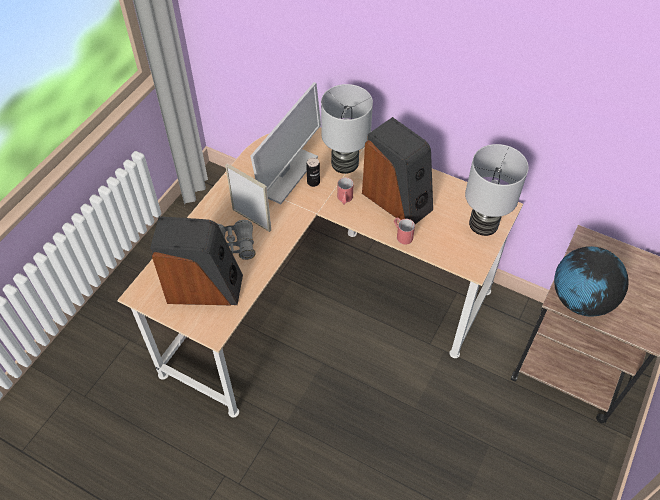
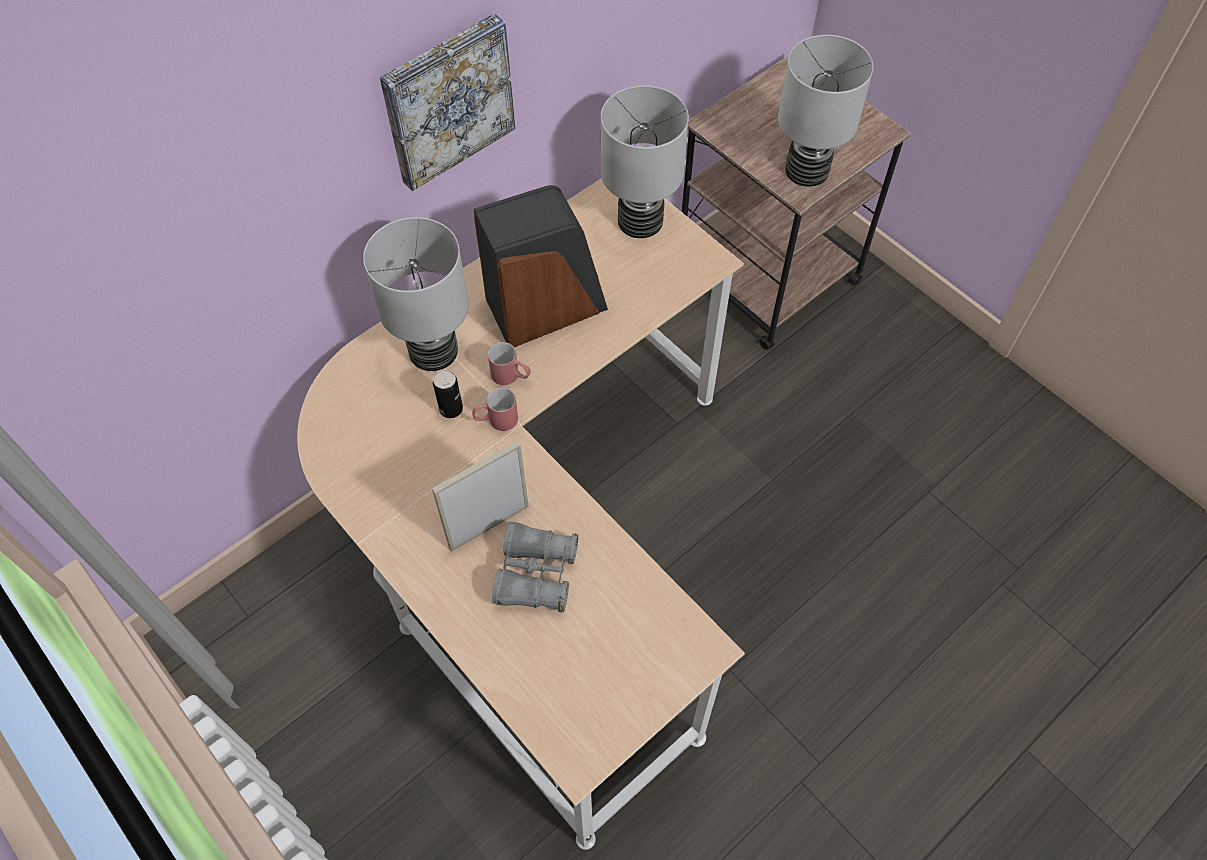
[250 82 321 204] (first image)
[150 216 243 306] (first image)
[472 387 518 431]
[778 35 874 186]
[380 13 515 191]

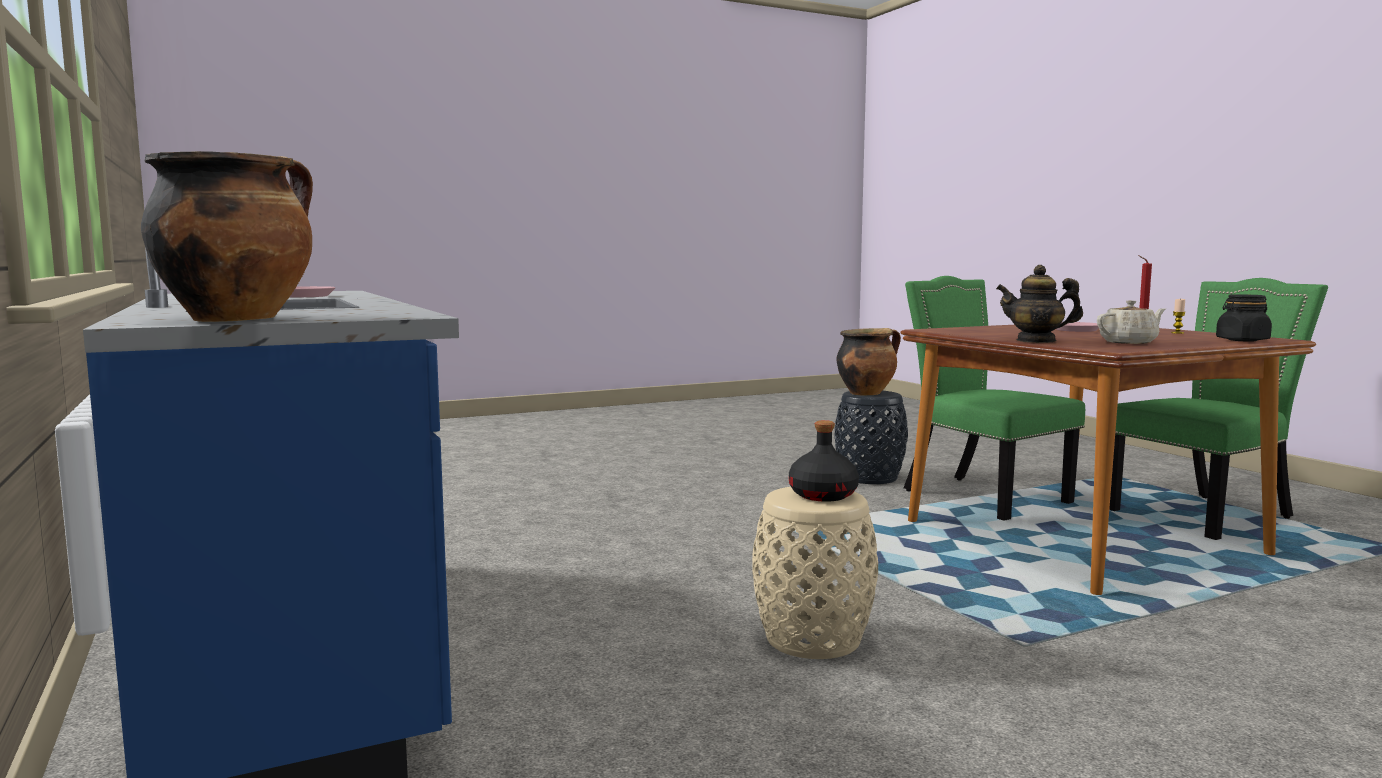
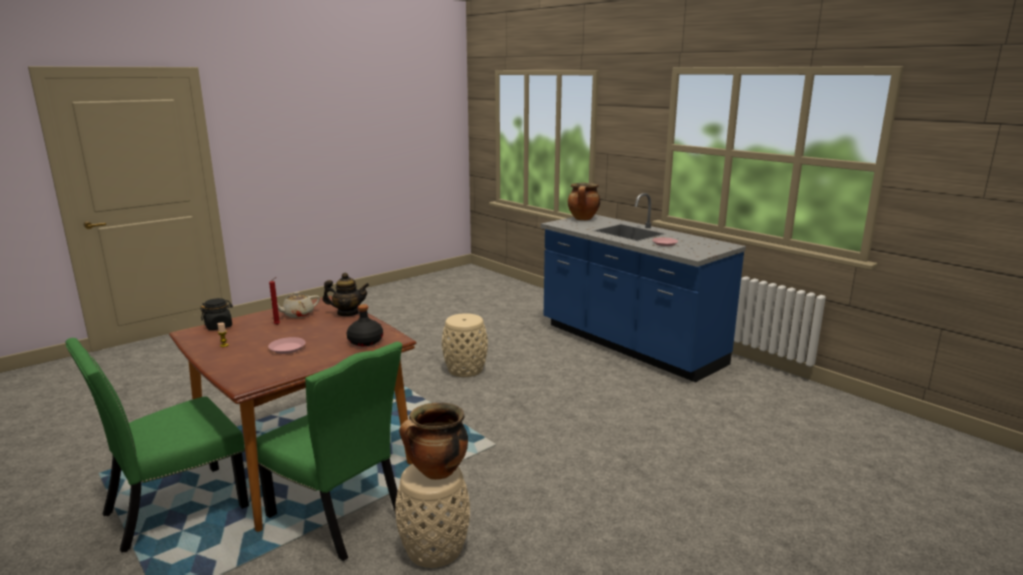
[395 464 470 568]
[347 304 383 346]

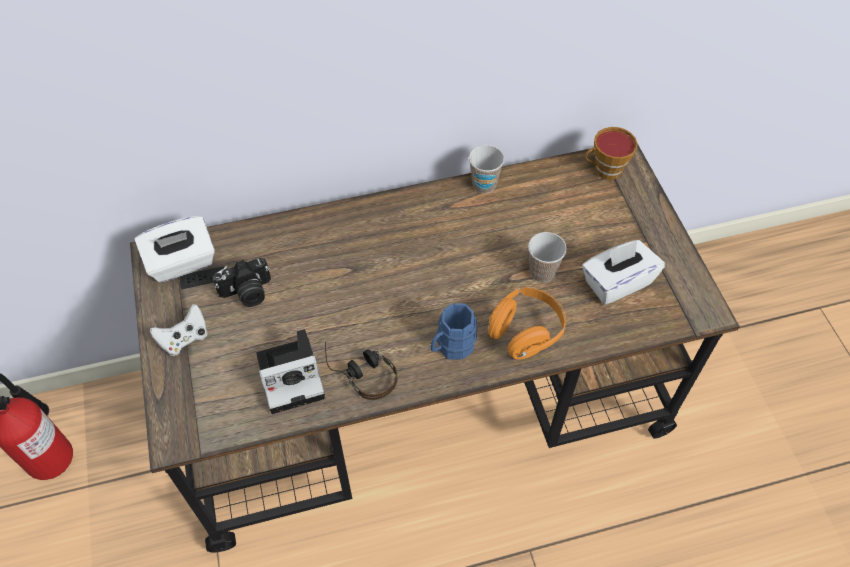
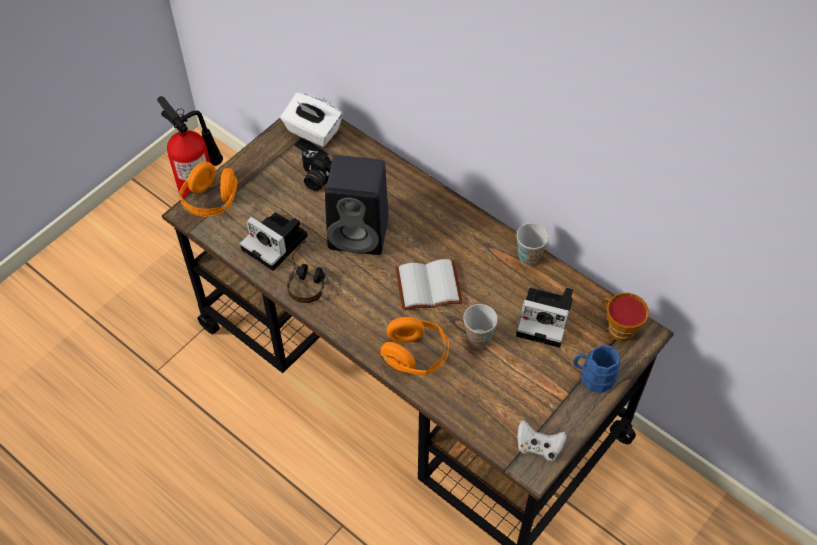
[582 240 665 305] (first image)
[573 345 620 393]
[517 420 567 461]
[325 155 389 255]
[179 162 238 217]
[396 259 462 311]
[516 288 573 348]

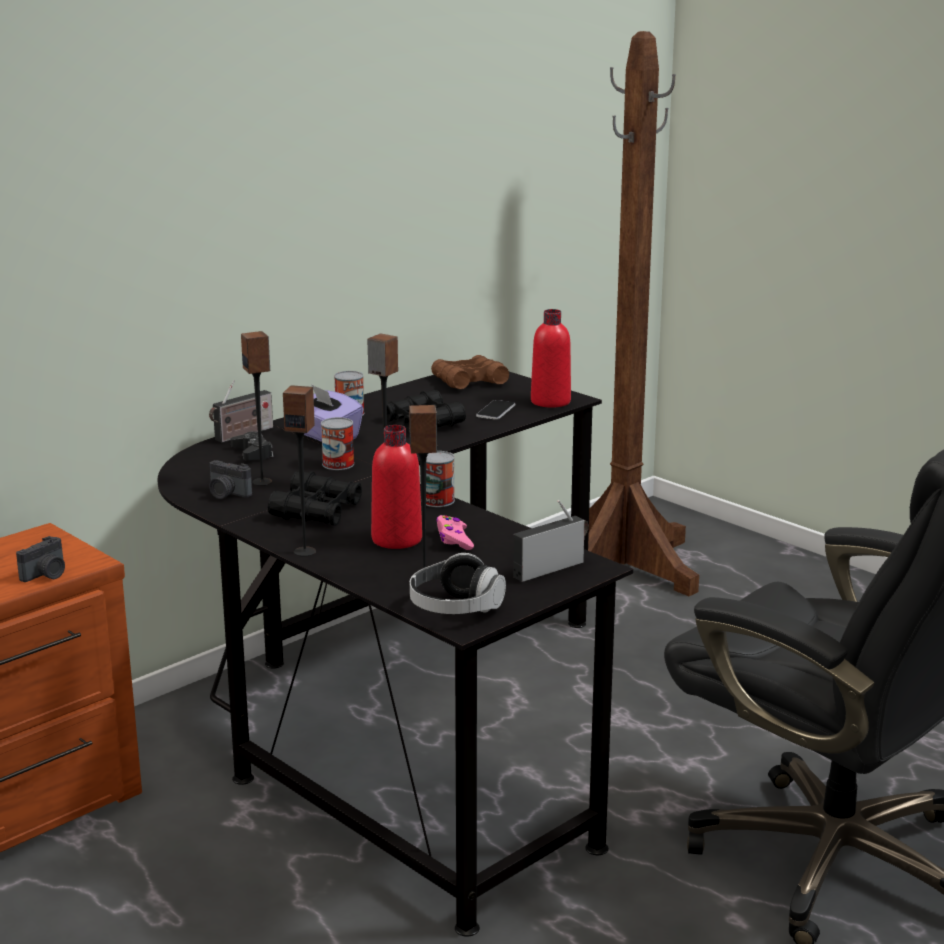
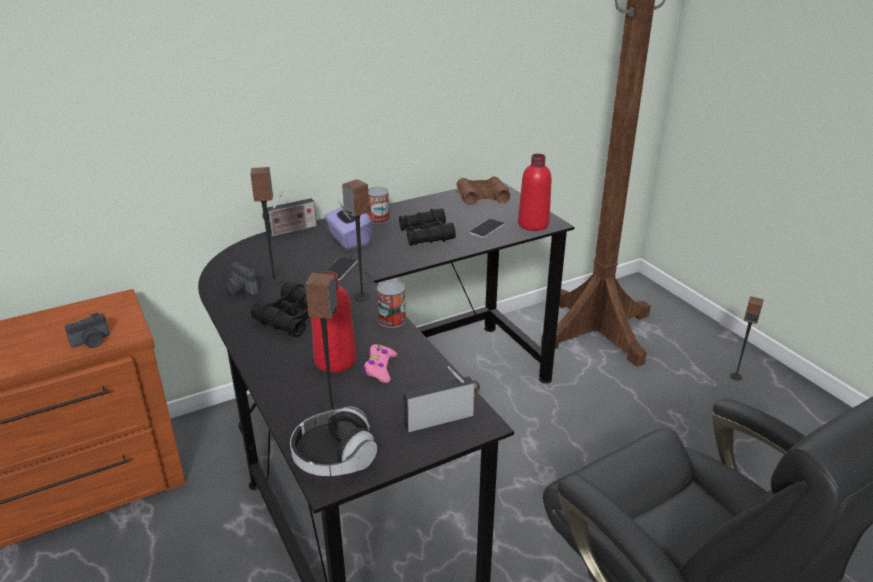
[730 296 764 380]
[325 257 358 281]
[230 431 273 460] (first image)

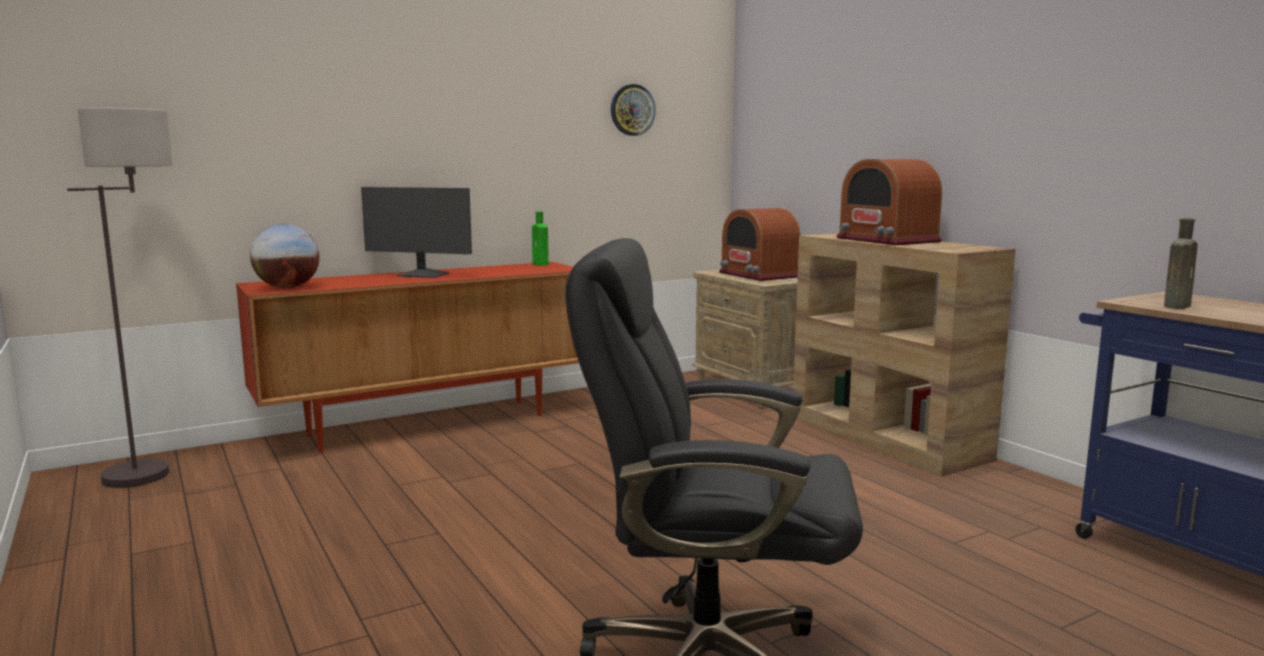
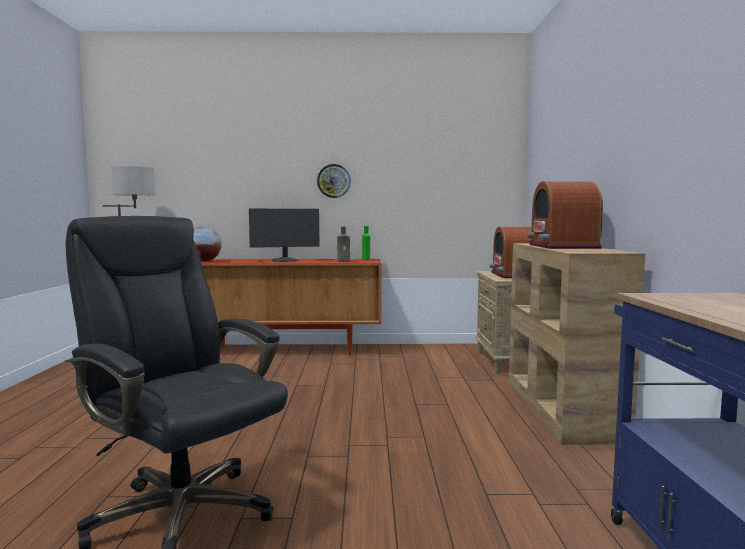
[317 164 351 198]
[249 209 320 262]
[337 226 350 262]

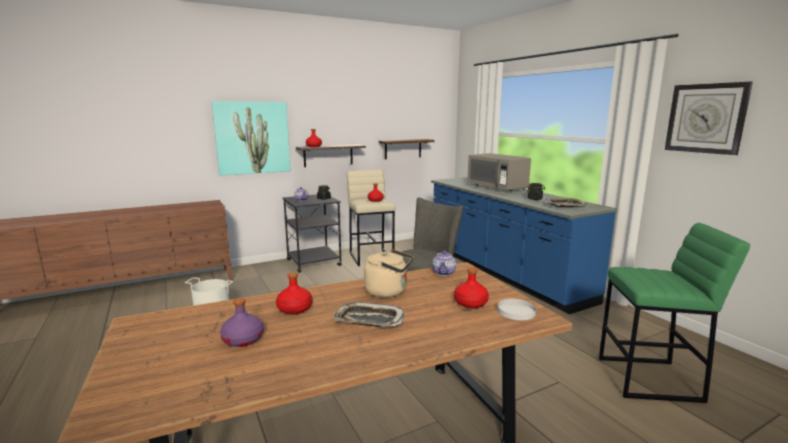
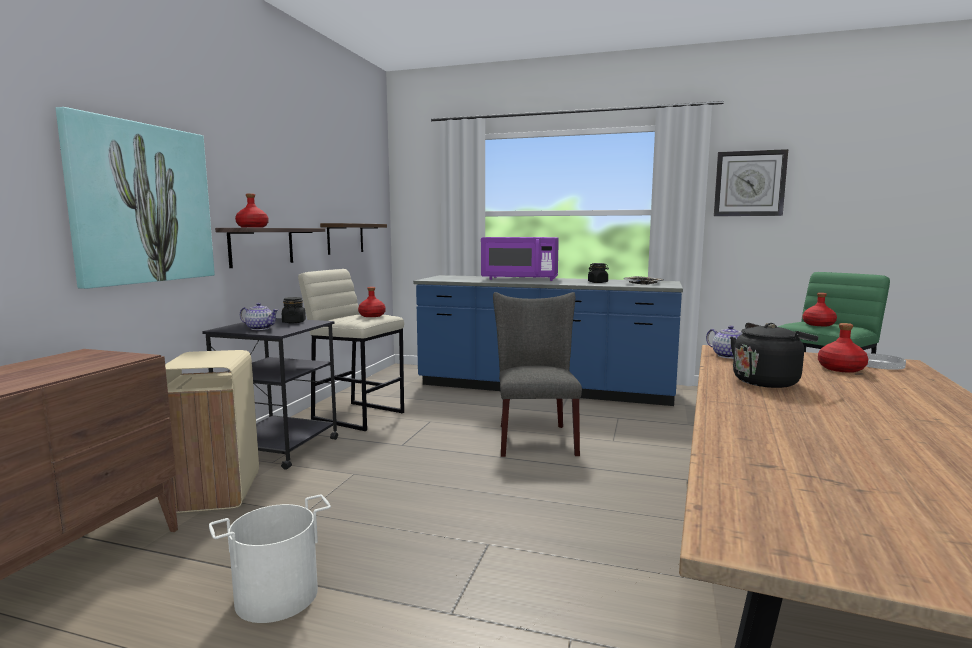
[481 237 559 281]
[730 323 818 388]
[802 293 837 326]
[220 298 264 347] (first image)
[333 302 404 327] (first image)
[165 350 259 513]

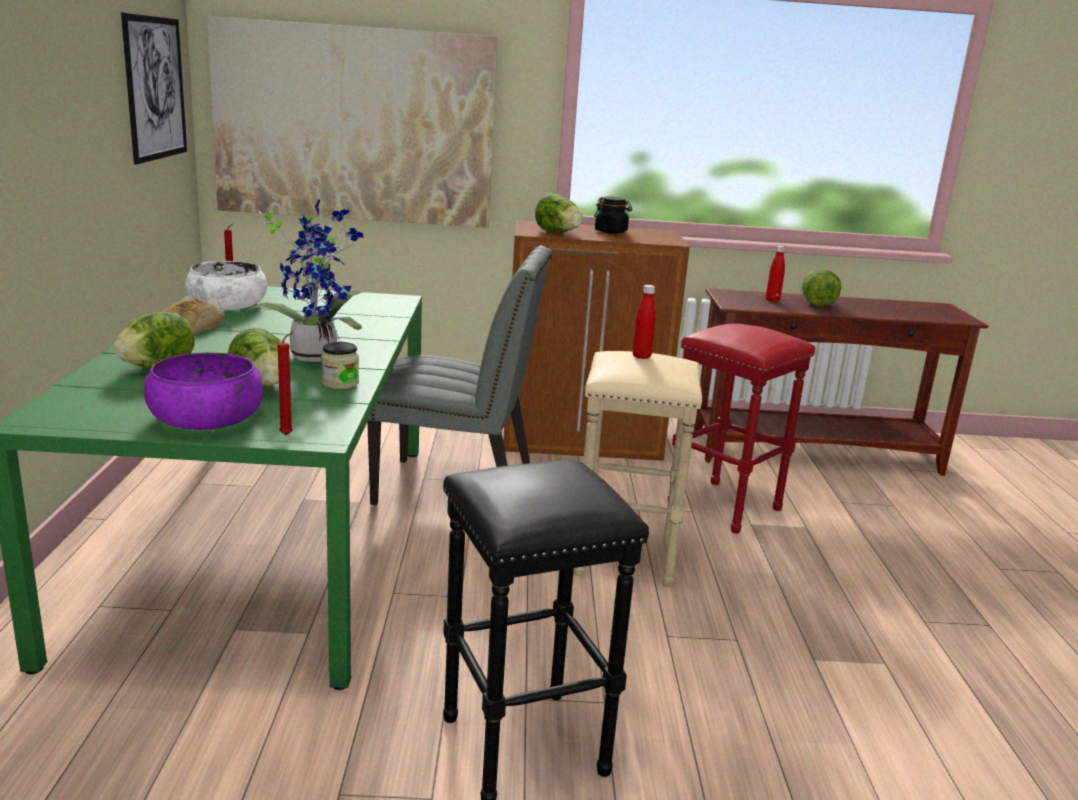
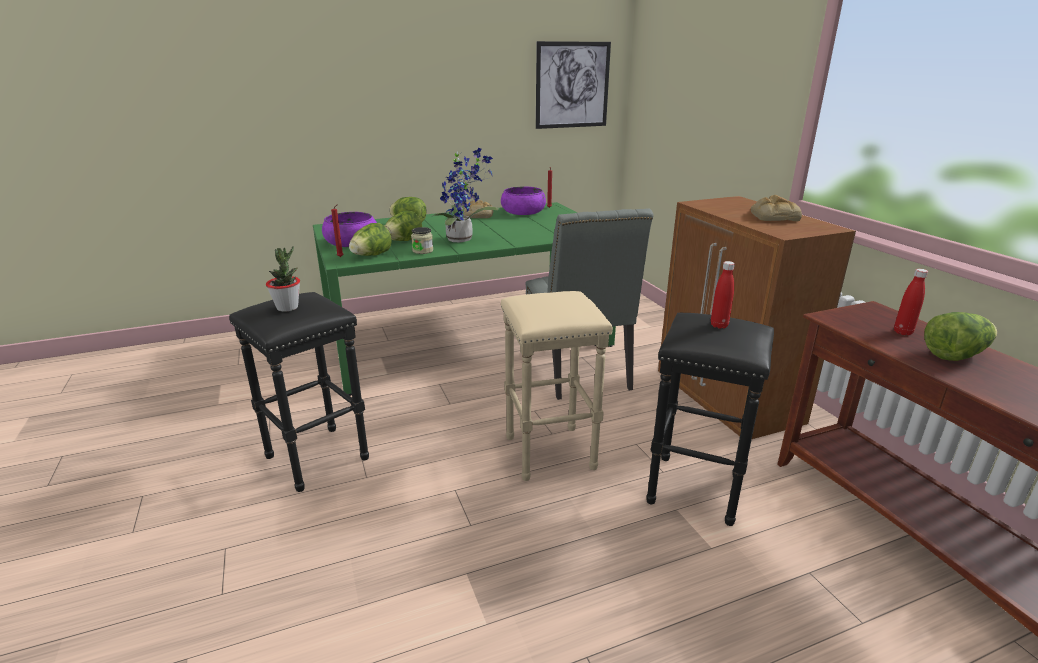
[207 16 498 228] (first image)
[349 223 392 256]
[751 195 802 222]
[501 186 546 215]
[711 261 735 329]
[646 313 774 526]
[266 246 300 312]

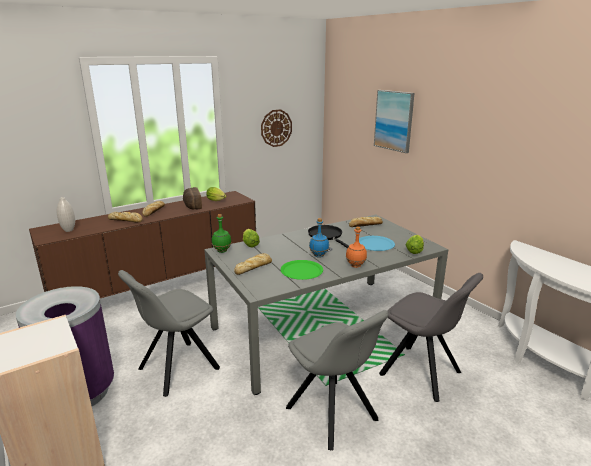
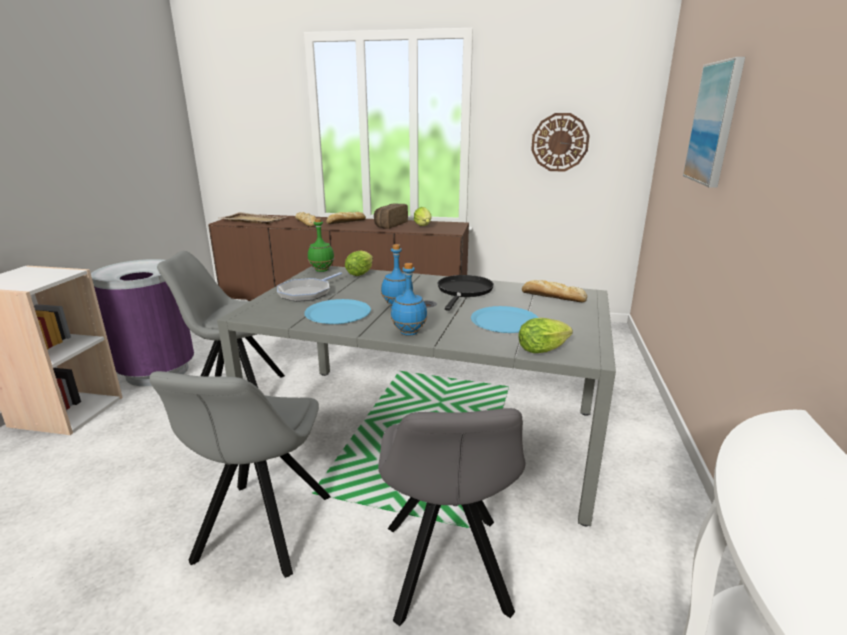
[220 212 286 224]
[391 263 427 336]
[277 272 342 302]
[304 299 371 324]

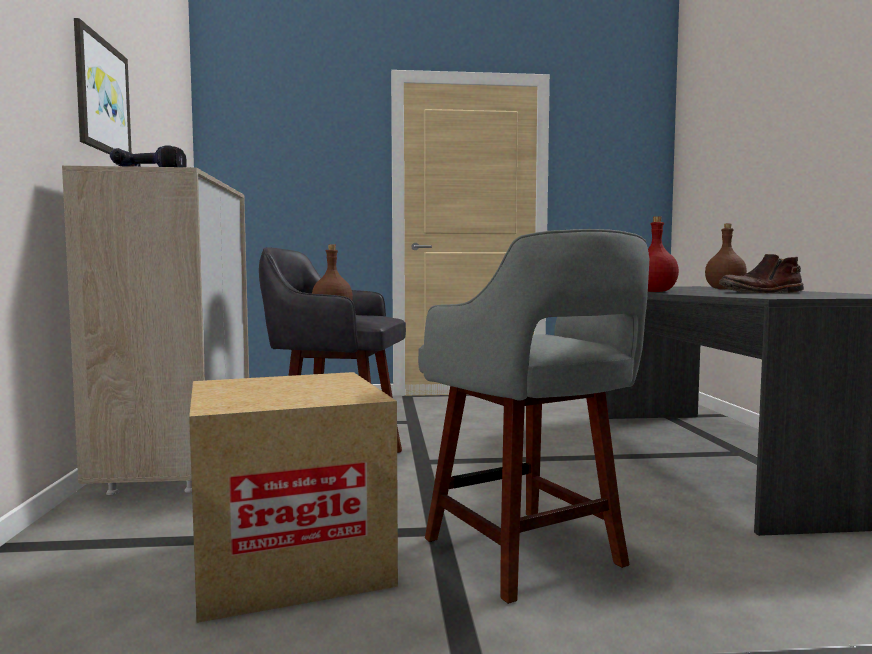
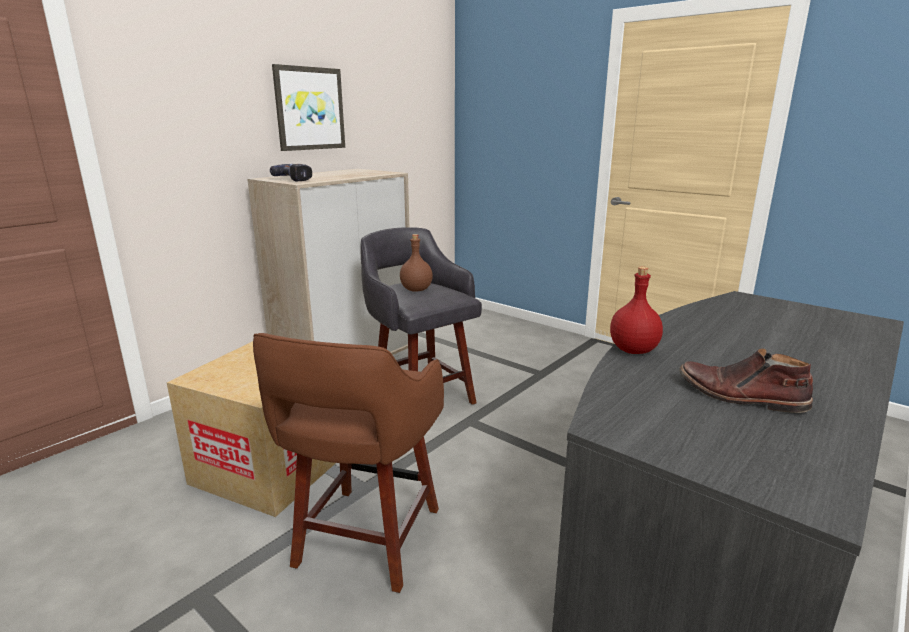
[705 223 747 289] (first image)
[253 333 444 593]

